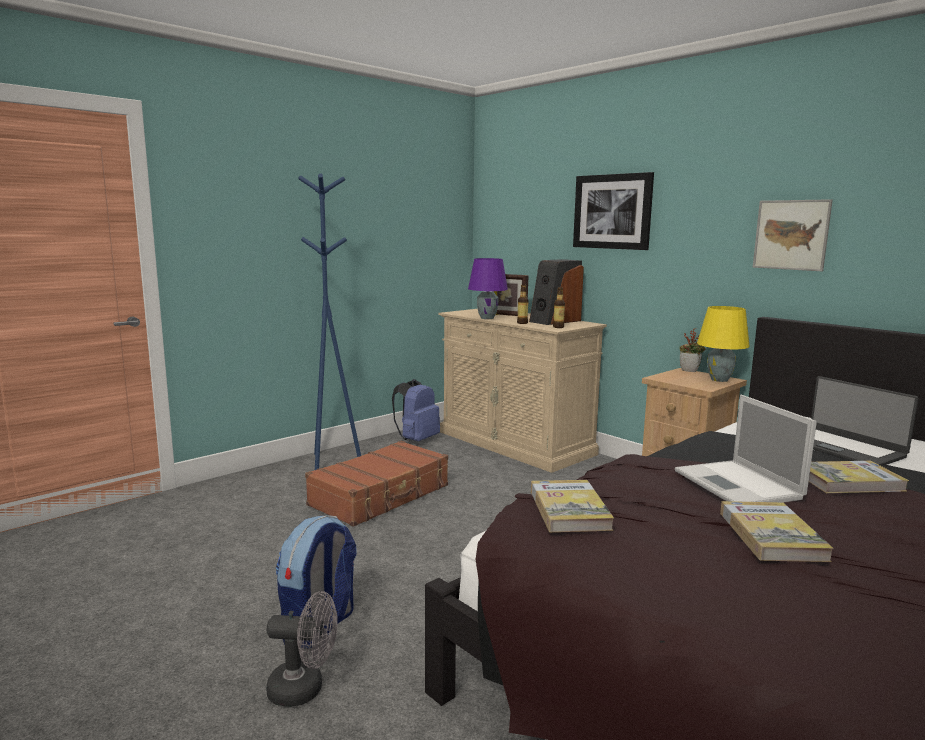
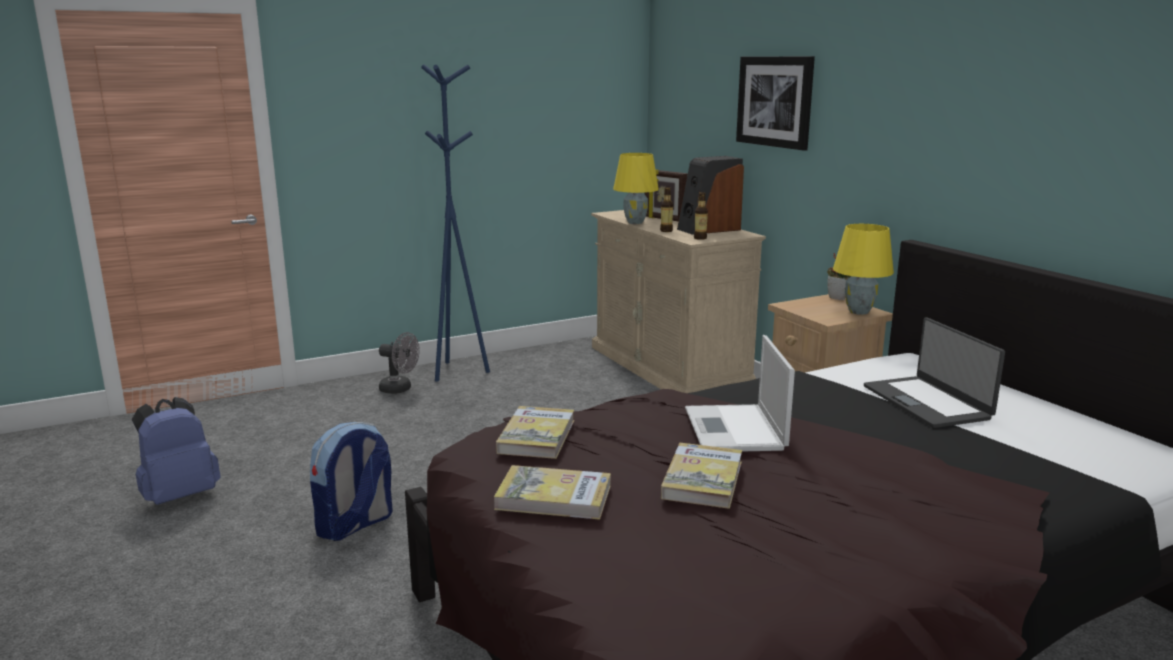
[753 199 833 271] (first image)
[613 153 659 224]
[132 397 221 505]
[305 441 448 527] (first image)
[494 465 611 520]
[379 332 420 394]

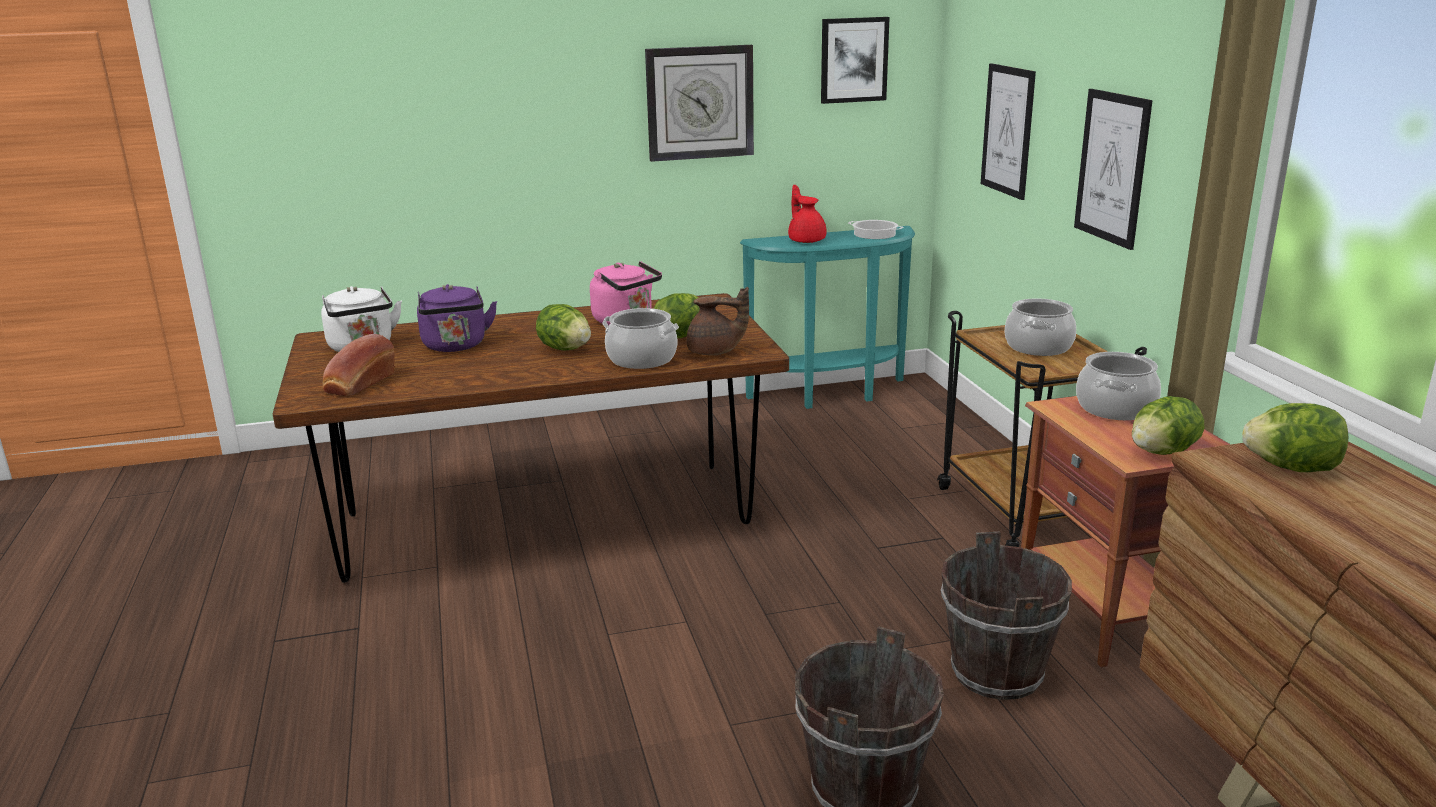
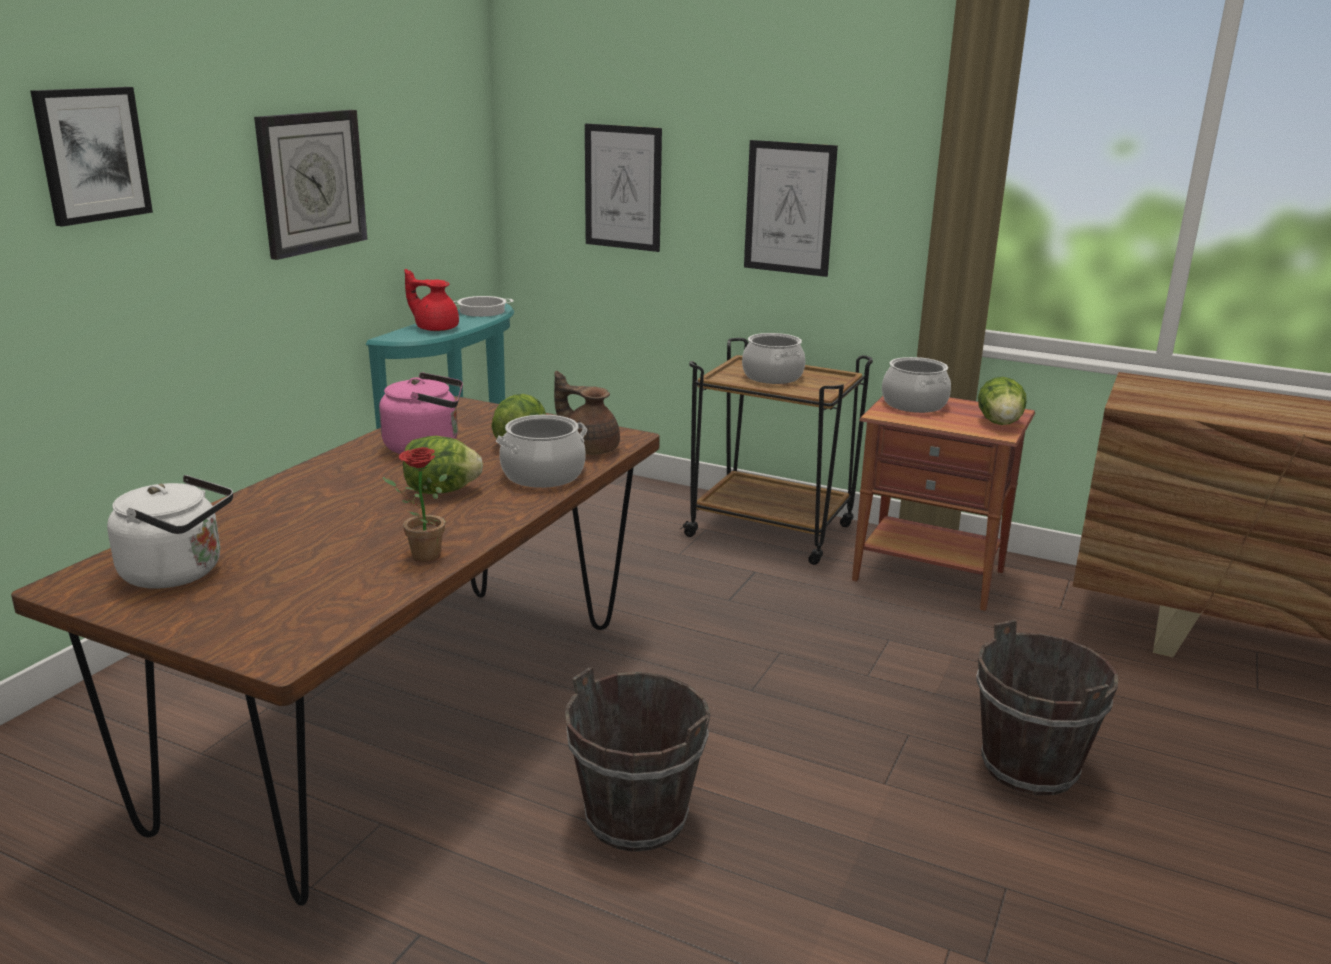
[30 87 153 227]
[417 284 497 352] (first image)
[554 371 620 455]
[323 334 395 396] (first image)
[1242 403 1348 472] (first image)
[565 667 711 852]
[383 447 447 562]

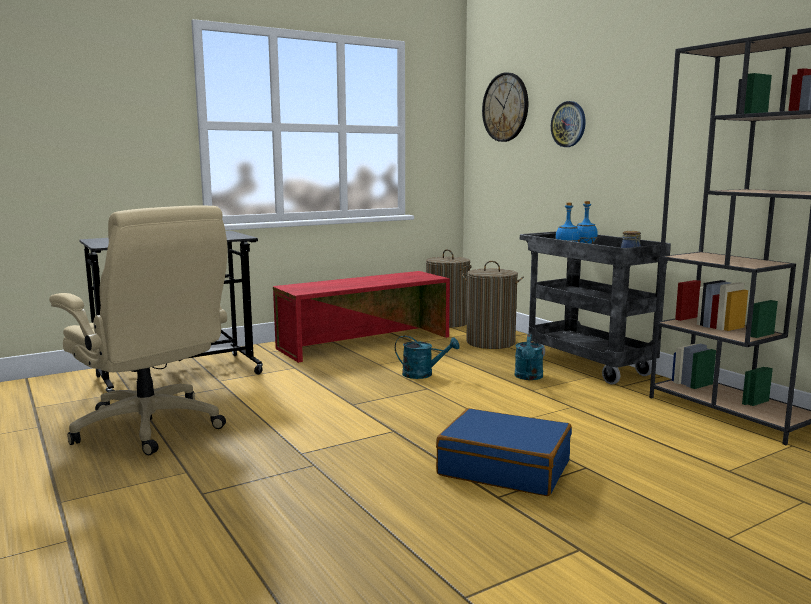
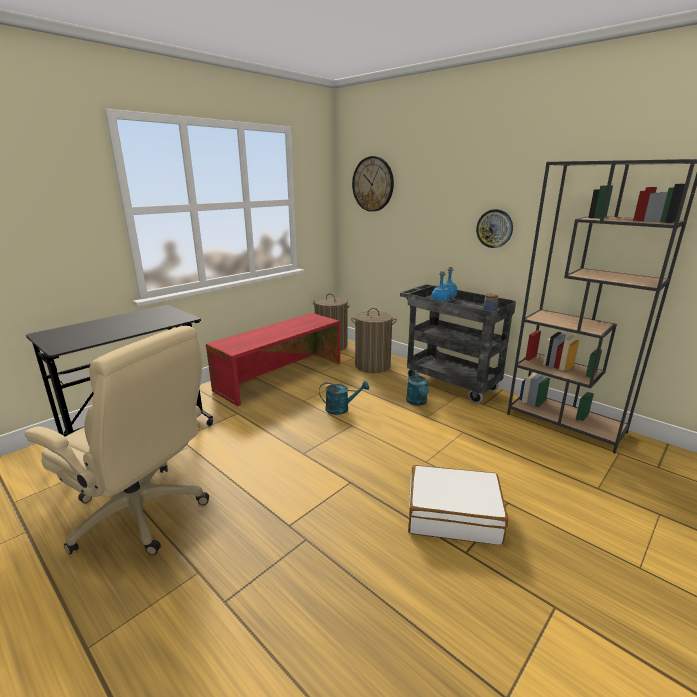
[476 209 513 248]
[408 465 508 545]

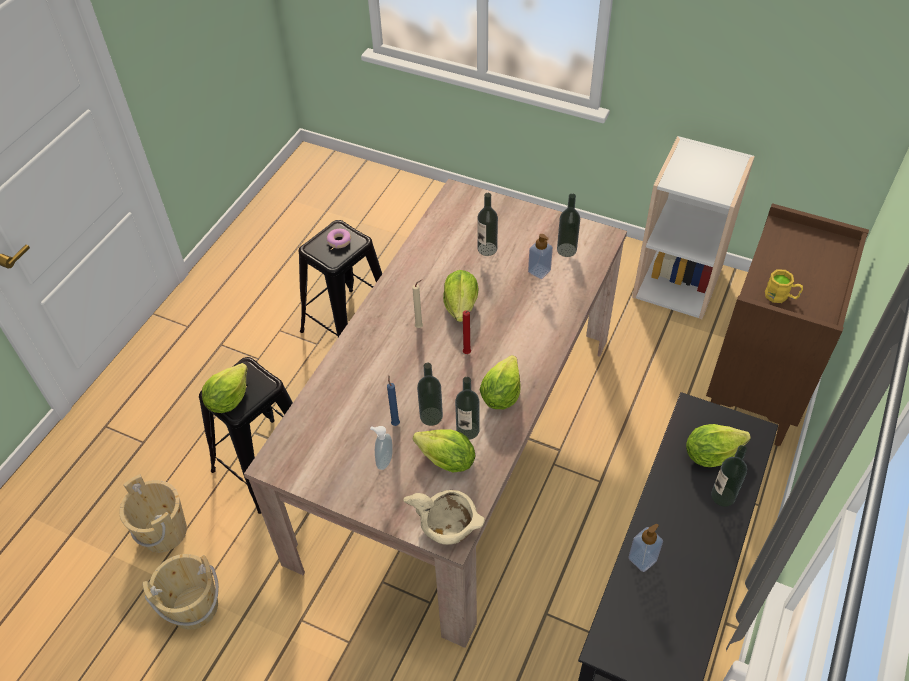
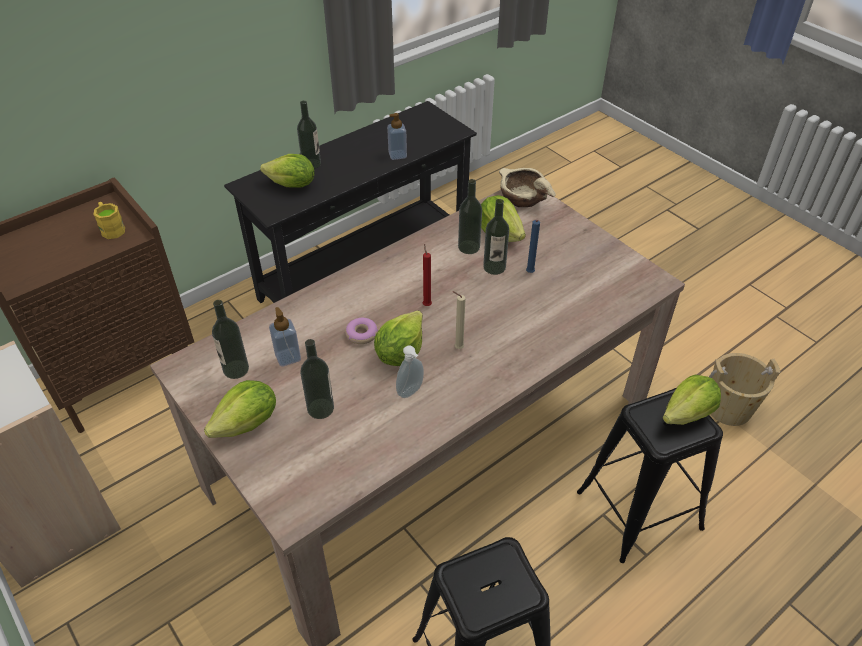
[345 318 378 344]
[204 380 276 438]
[396 346 424 398]
[119 474 187 552] (first image)

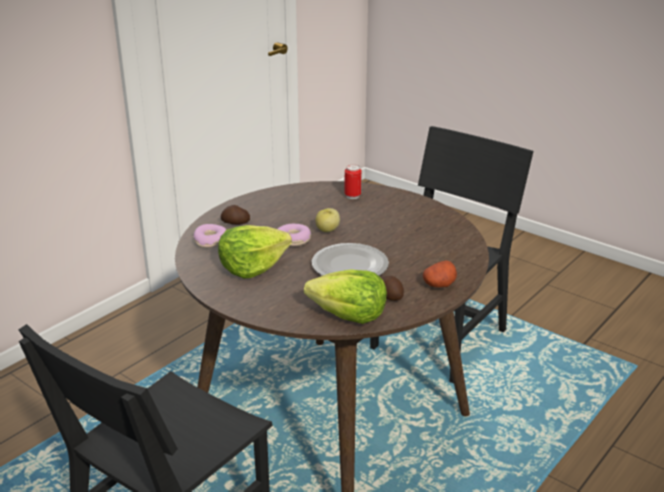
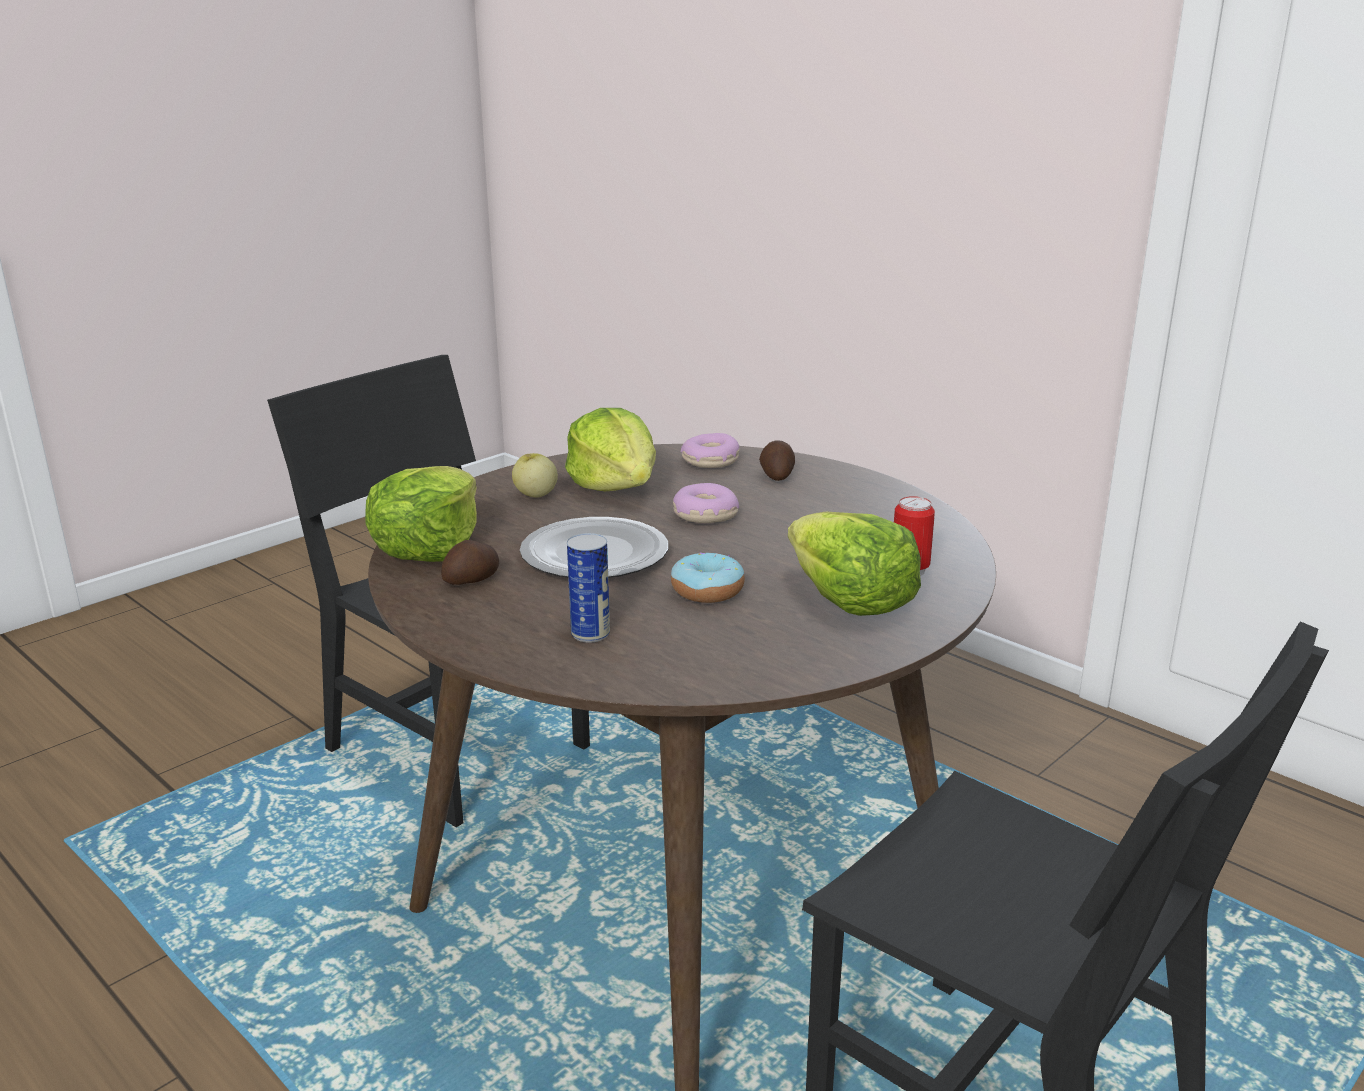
[512 453 558 497]
[423 260 457 287] (first image)
[788 512 921 616]
[567 533 610 642]
[671 553 745 603]

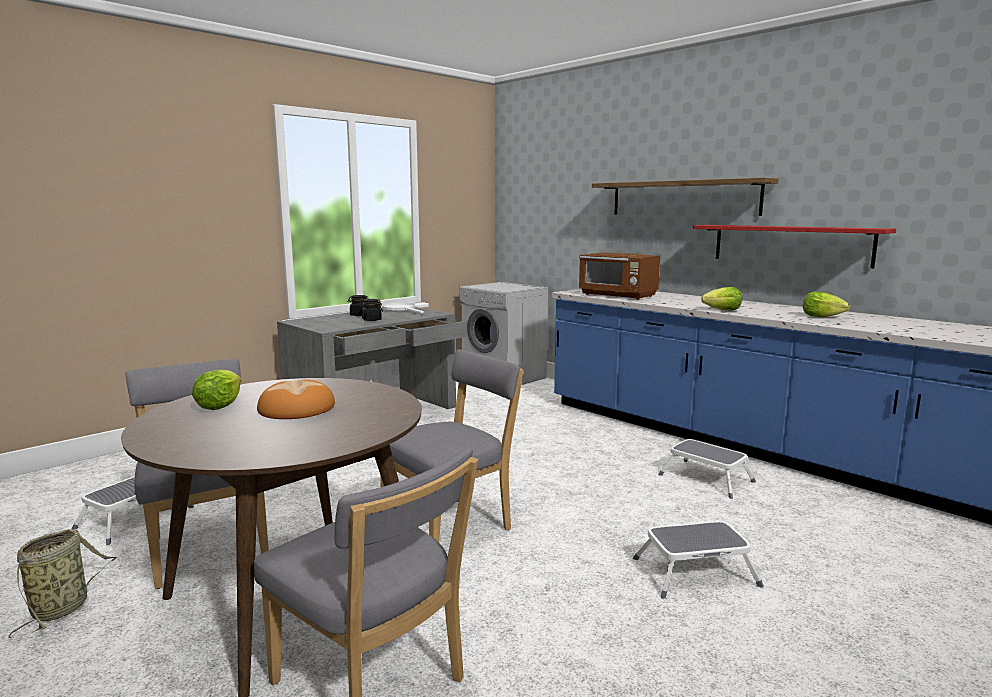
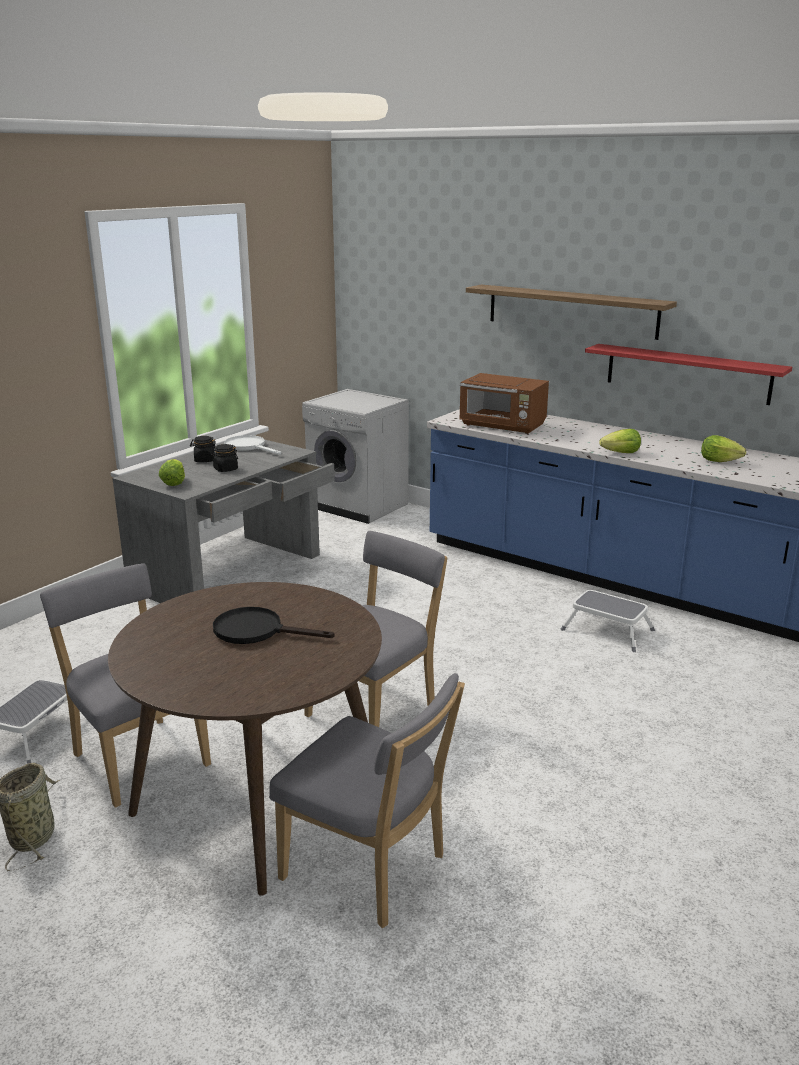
[159 459 185 486]
[213 607 334 644]
[632 521 764 599] (first image)

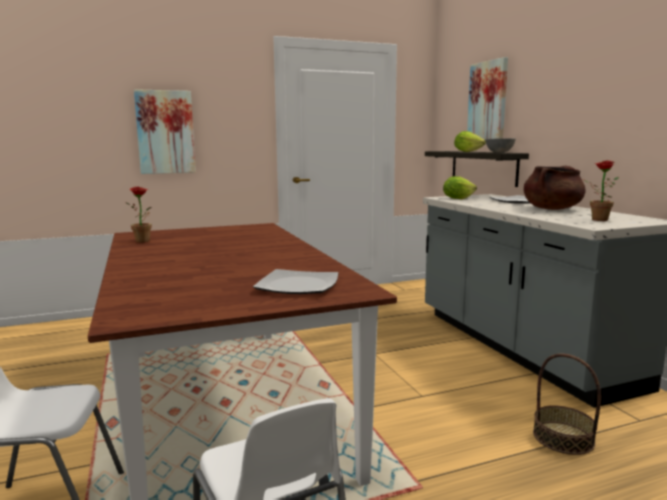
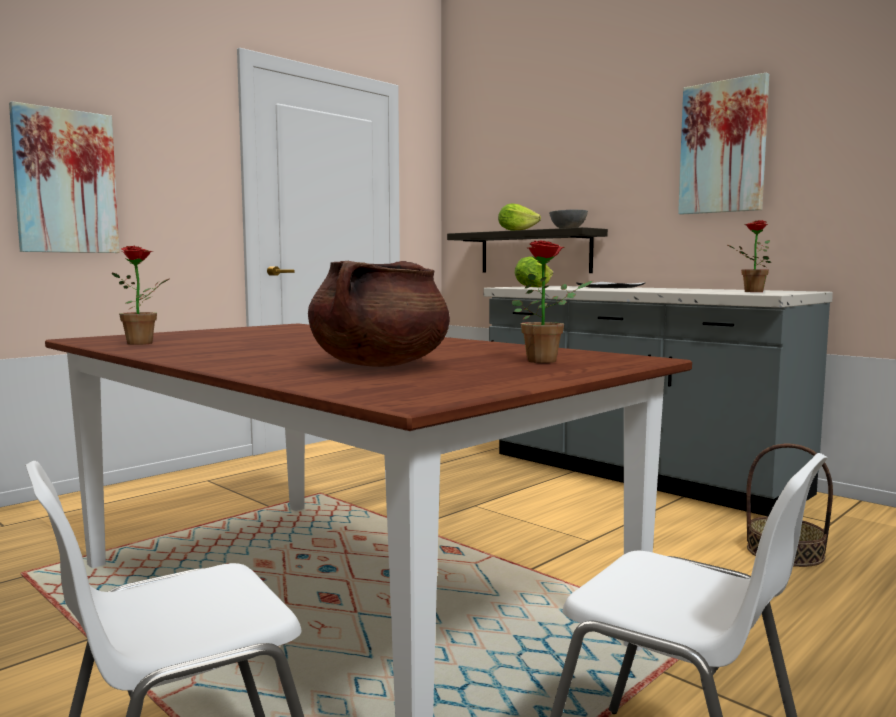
[678 73 769 214]
[308 261 450 367]
[512 240 593 363]

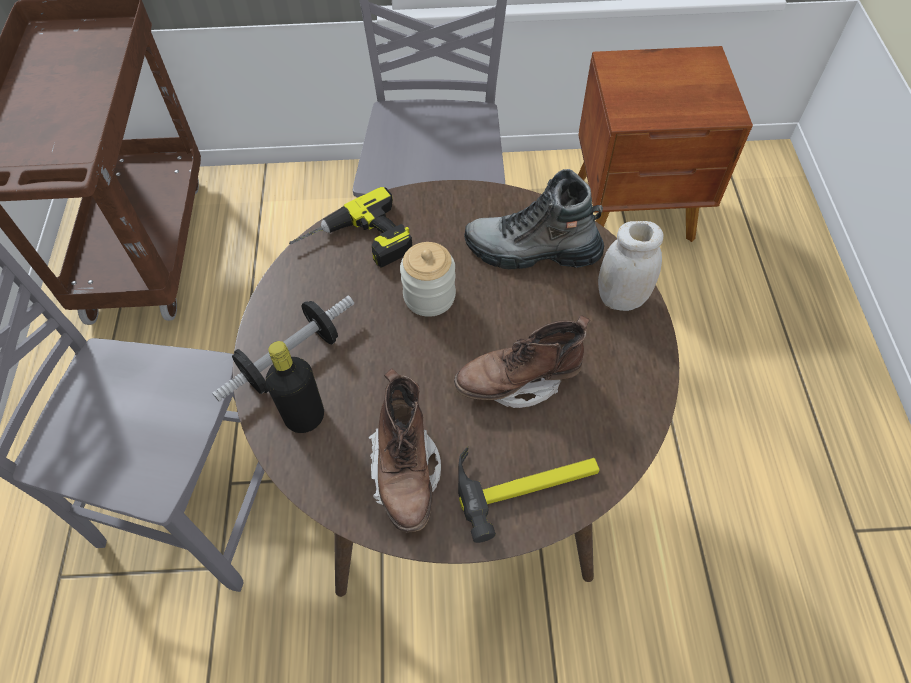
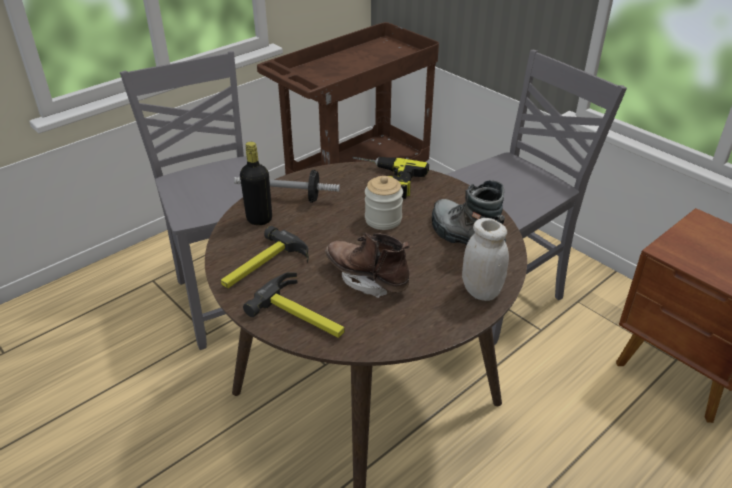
[221 226 309 288]

